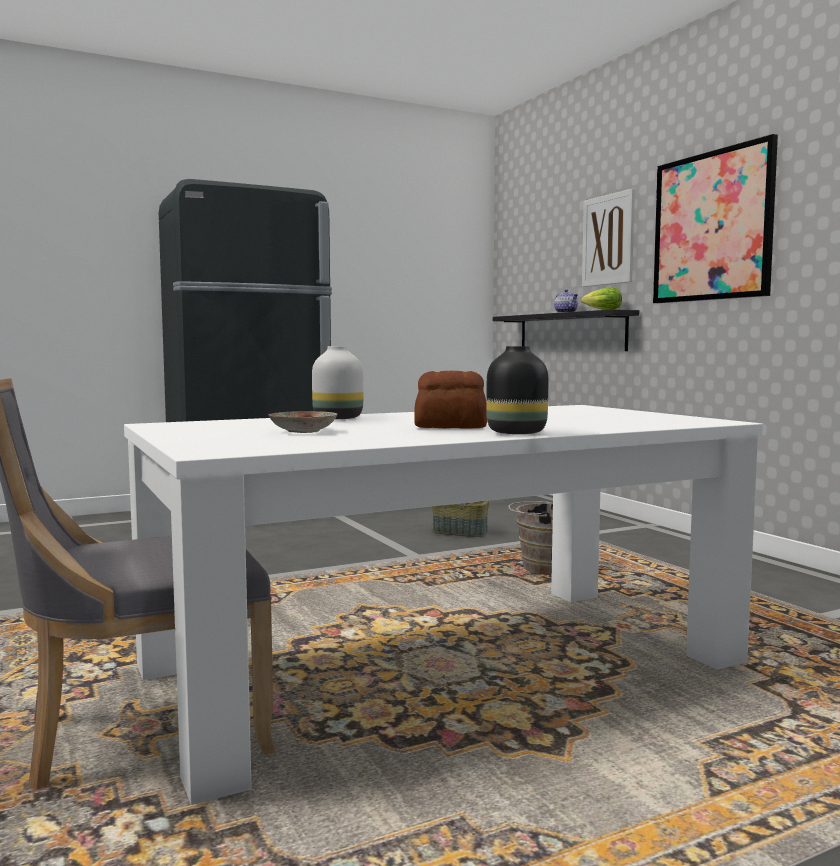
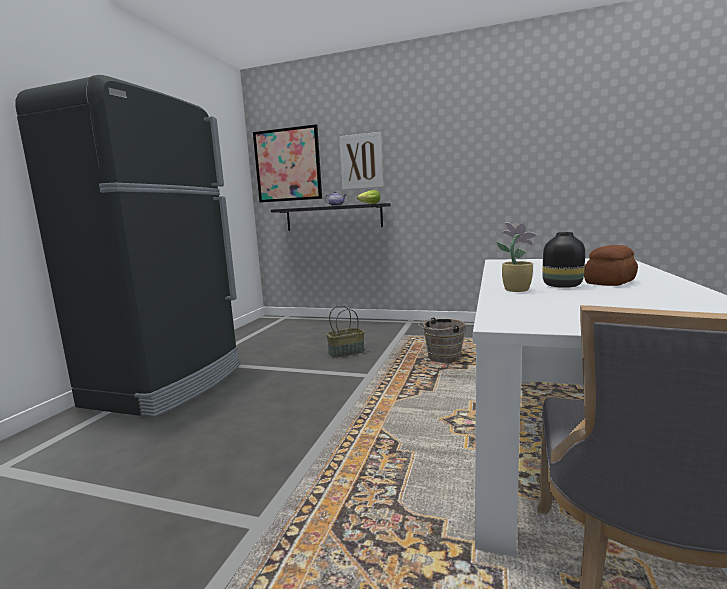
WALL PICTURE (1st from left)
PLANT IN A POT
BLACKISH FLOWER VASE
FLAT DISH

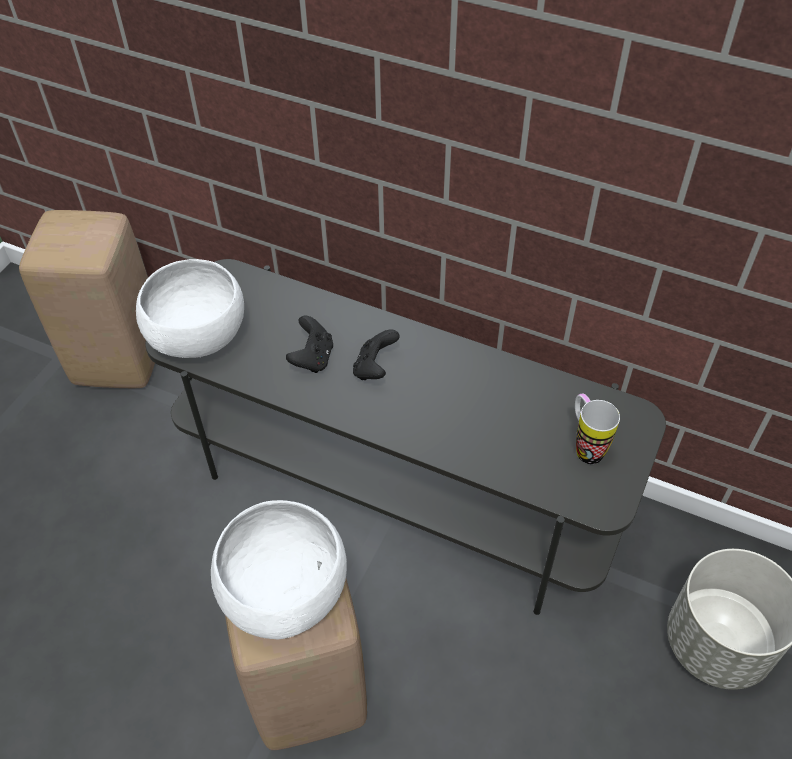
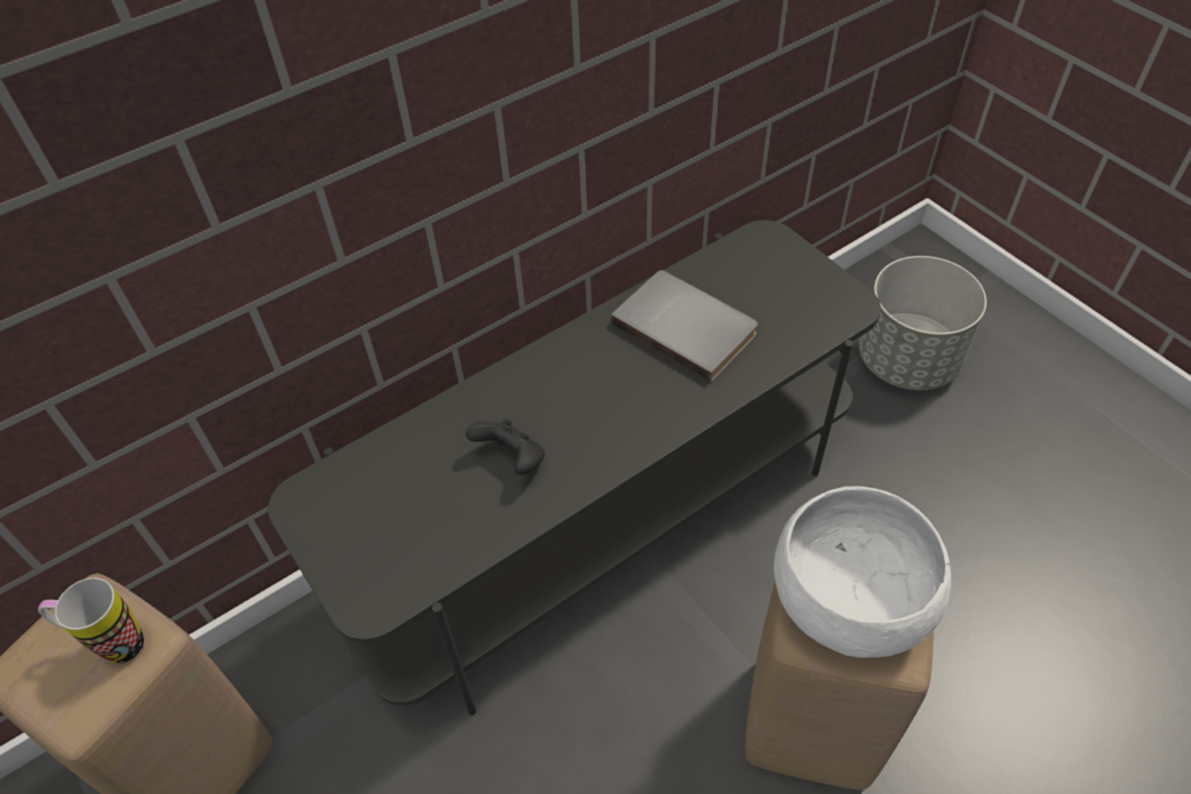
WHITISH SERVING BOWL (1st from left in the first image)
BLACKISH JOYPAD (2nd from left in the first image)
MUG
GREYISH VOLUME

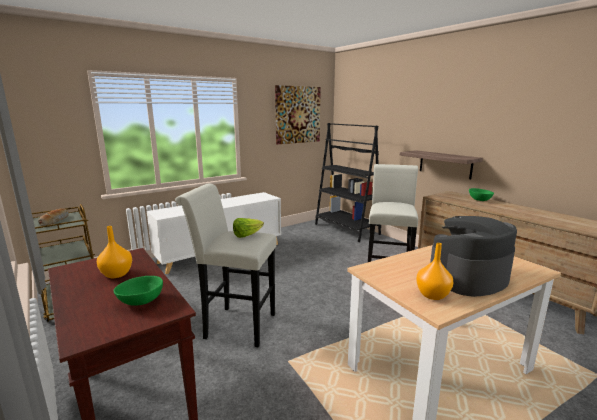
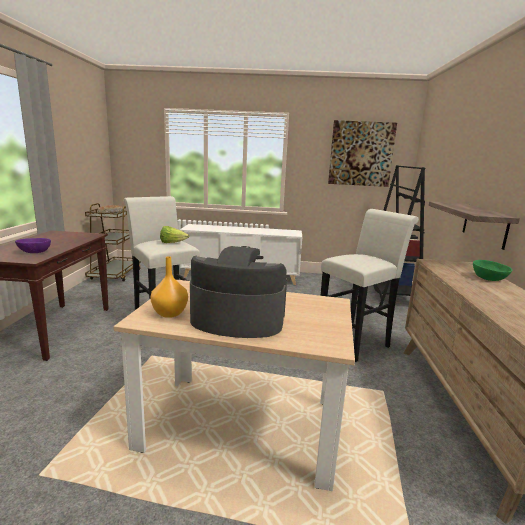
ORANGE FLOWER VASE (1st from left in the first image)
PURPLE-COLOURED SERVING BOWL

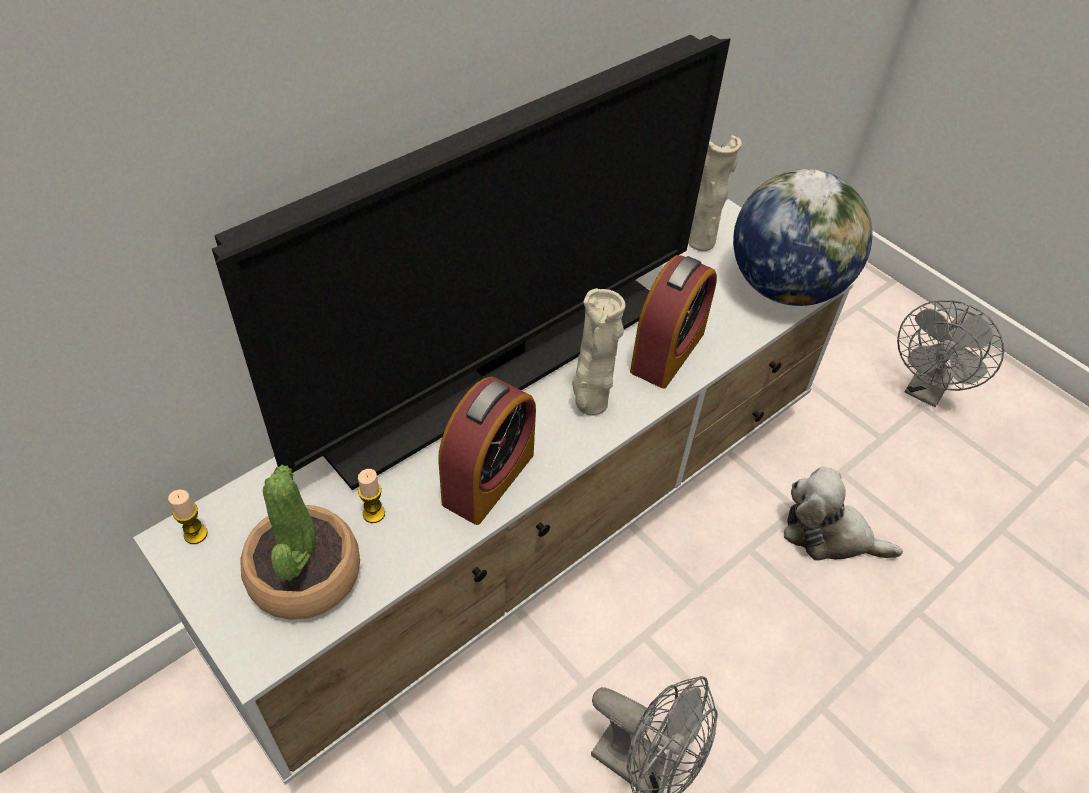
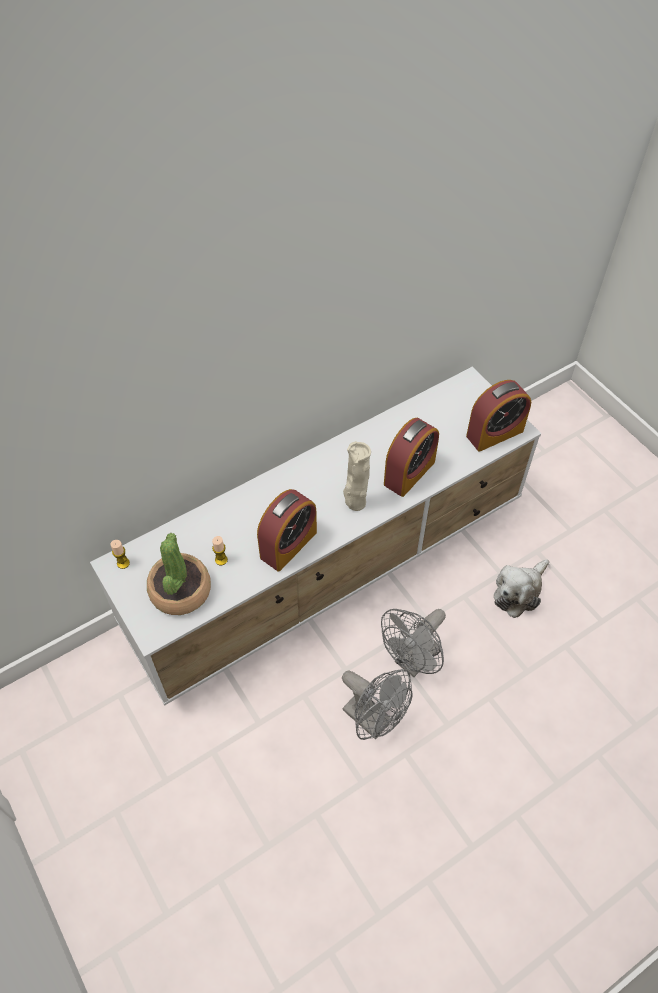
TELEVISION
BEIGE FLOWER VASE (2nd from left in the first image)
ALARM CLOCK (3rd from left)
GREYISH ELECTRIC FAN (2nd from left)
CUDDLY TOY

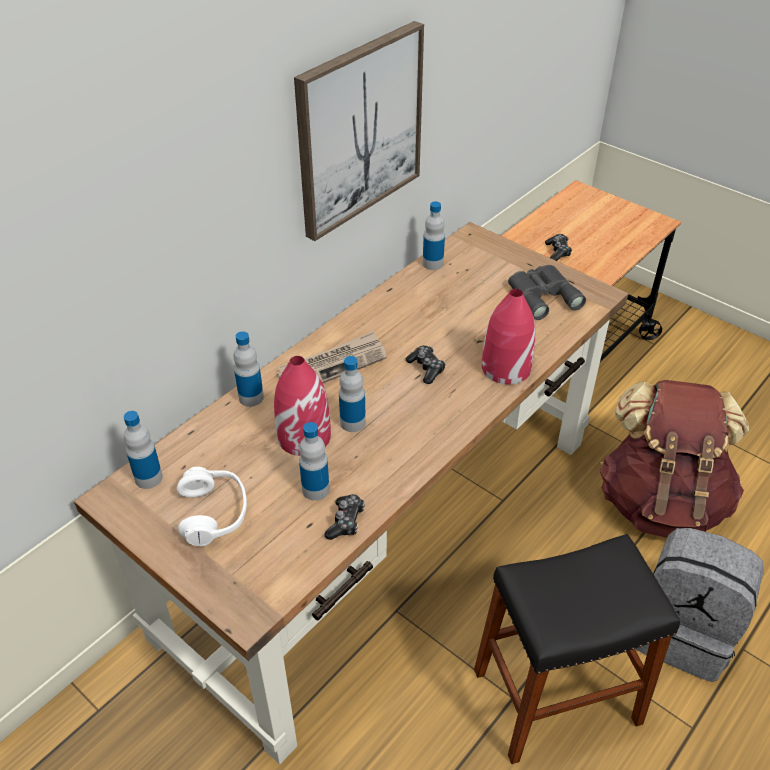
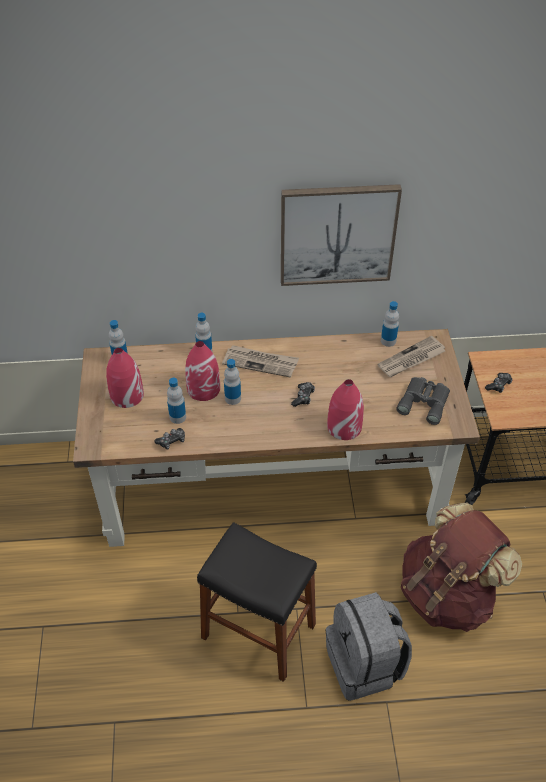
REDDISH FLOWER VASE (1st from left)
PRINTED PAPER (2nd from left)

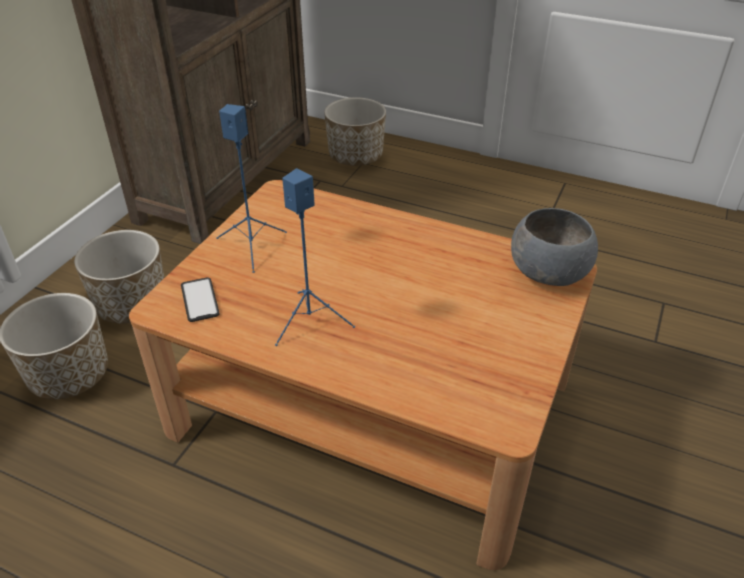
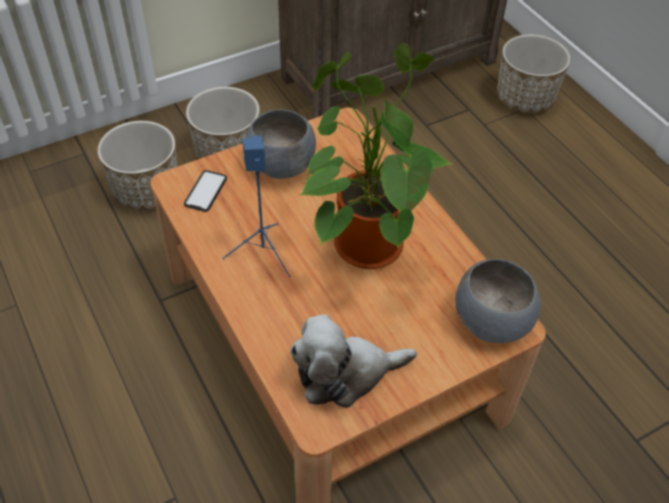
GREYISH SERVING BOWL (1st from left)
PLANT IN A POT
CUDDLY TOY

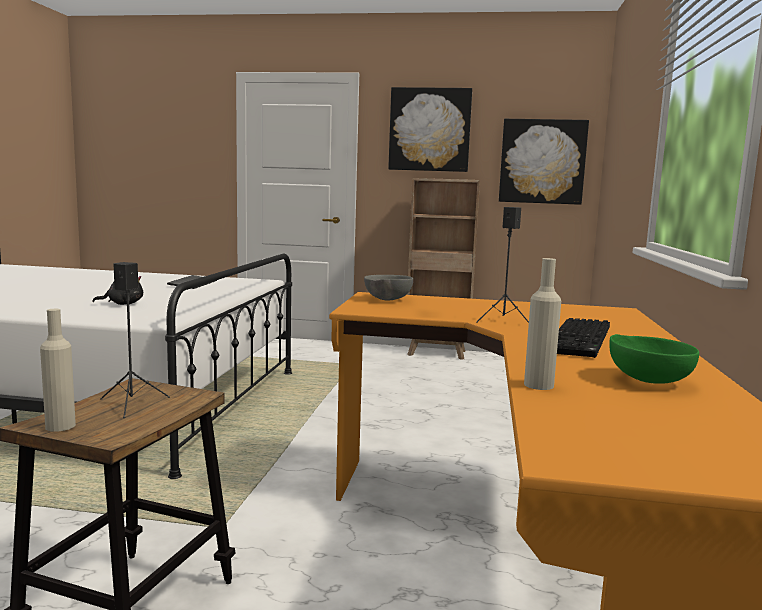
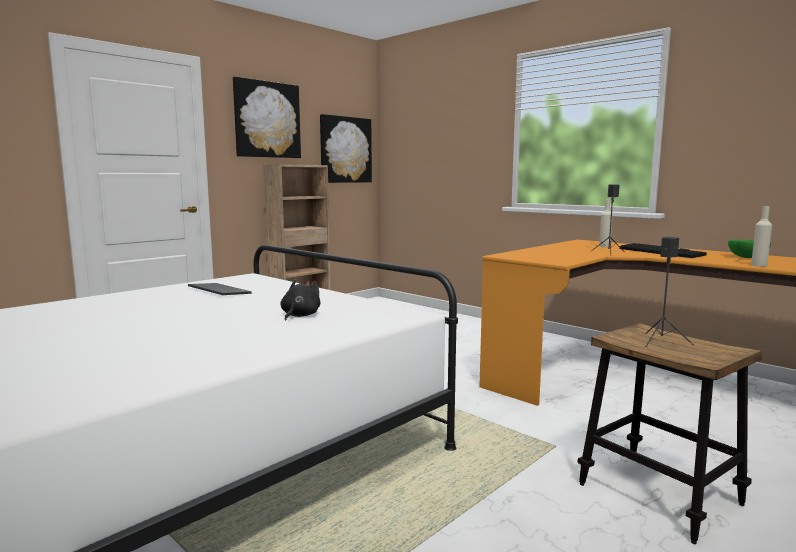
GREYISH SERVING BOWL
BEIGE BEVERAGE BOTTLE (1st from left)

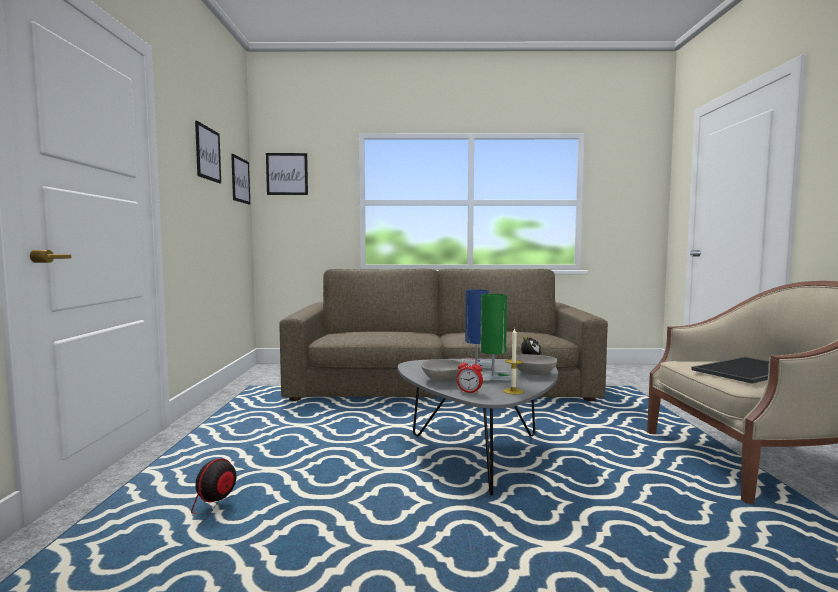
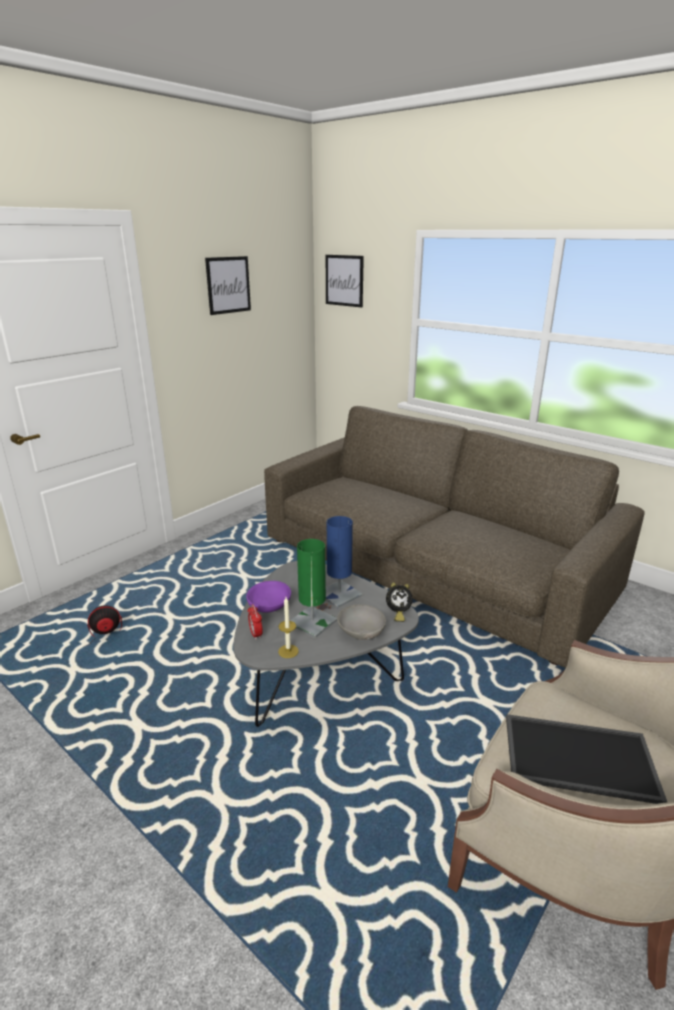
WALL PICTURE (2nd from left in the first image)
PURPLE-COLOURED SERVING BOWL

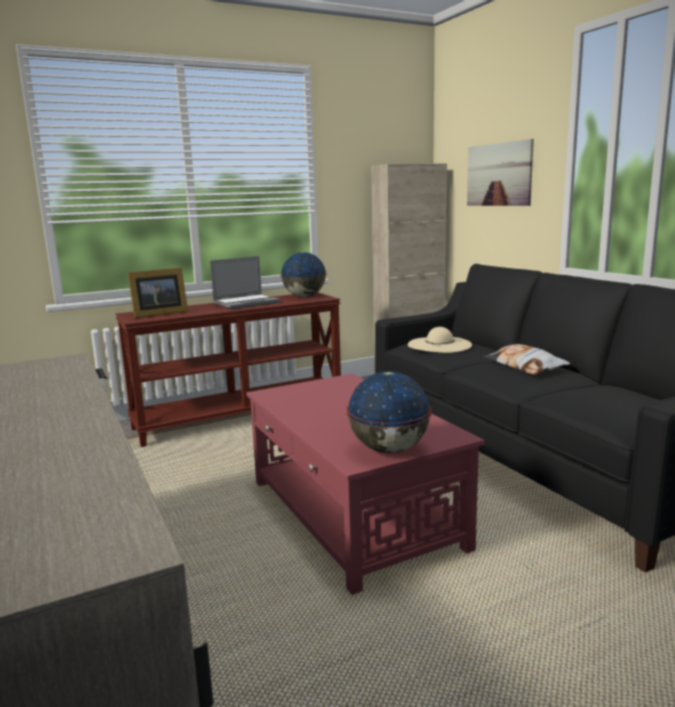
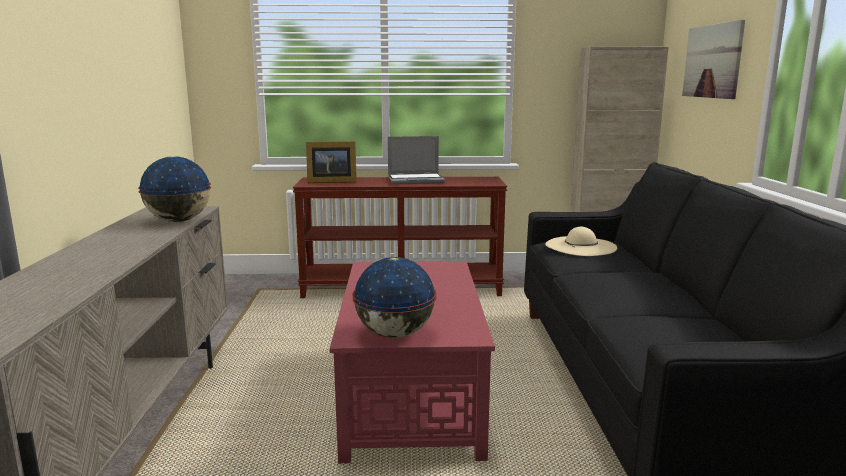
DESK GLOBE (1st from left)
CUSHION

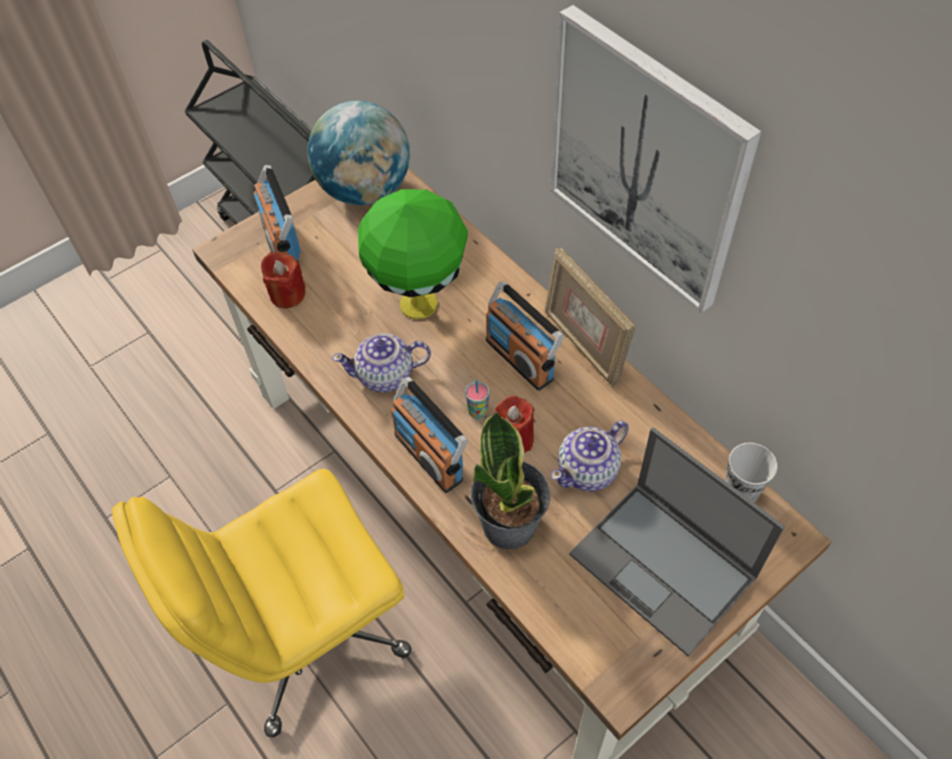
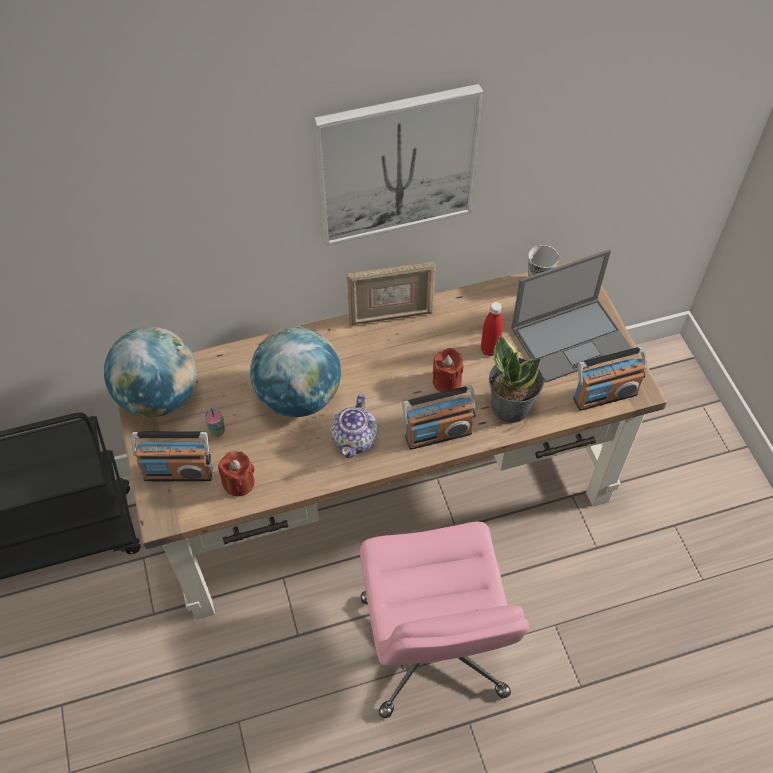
DESK GLOBE (2nd from left)
RADIO (3rd from left)
SMALL CUP (1st from left)
REDDISH BEVERAGE BOTTLE
PINK DESK CHAIR

